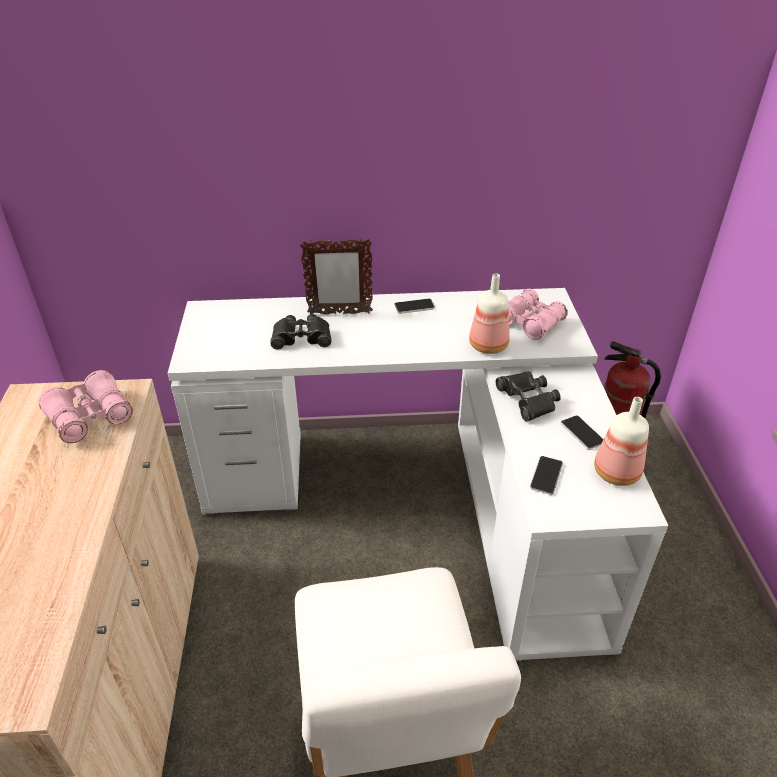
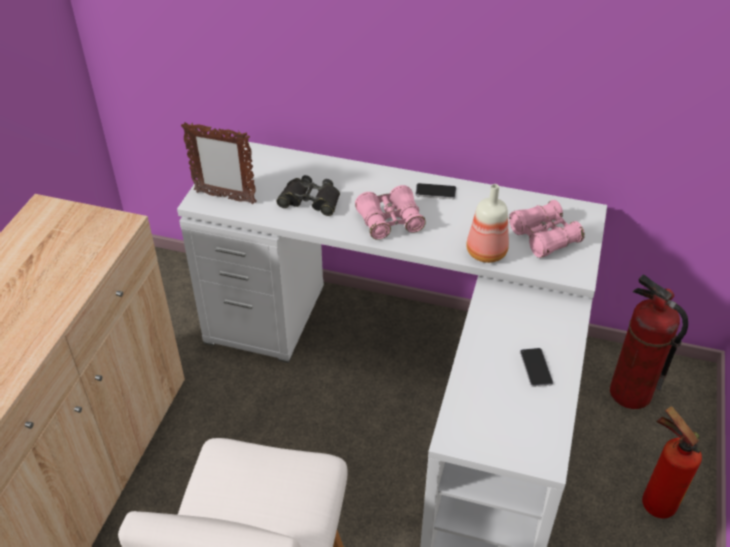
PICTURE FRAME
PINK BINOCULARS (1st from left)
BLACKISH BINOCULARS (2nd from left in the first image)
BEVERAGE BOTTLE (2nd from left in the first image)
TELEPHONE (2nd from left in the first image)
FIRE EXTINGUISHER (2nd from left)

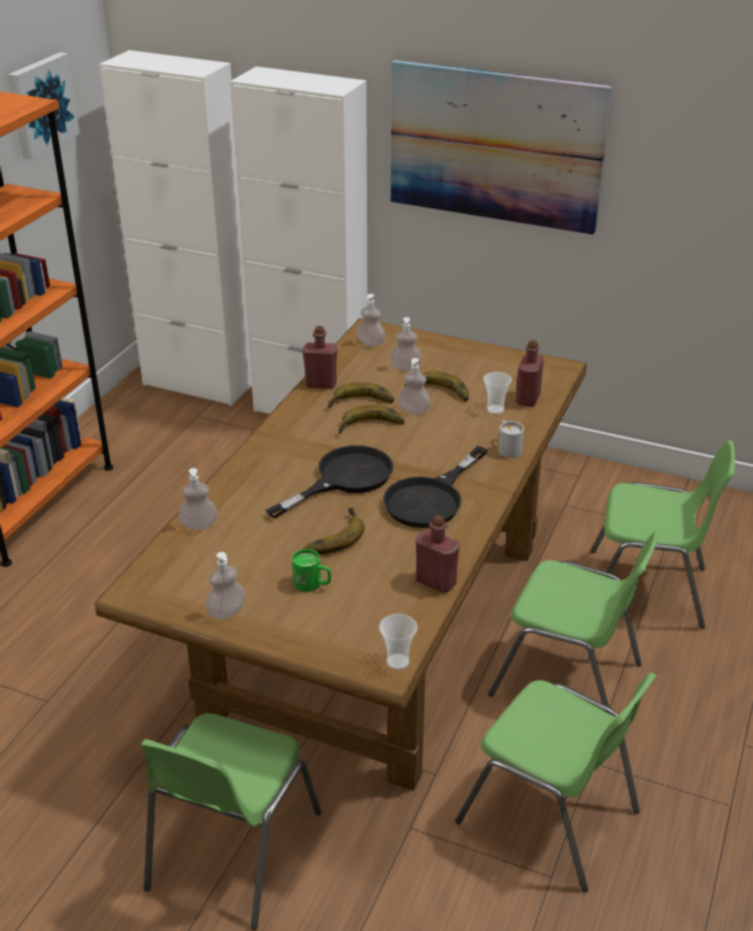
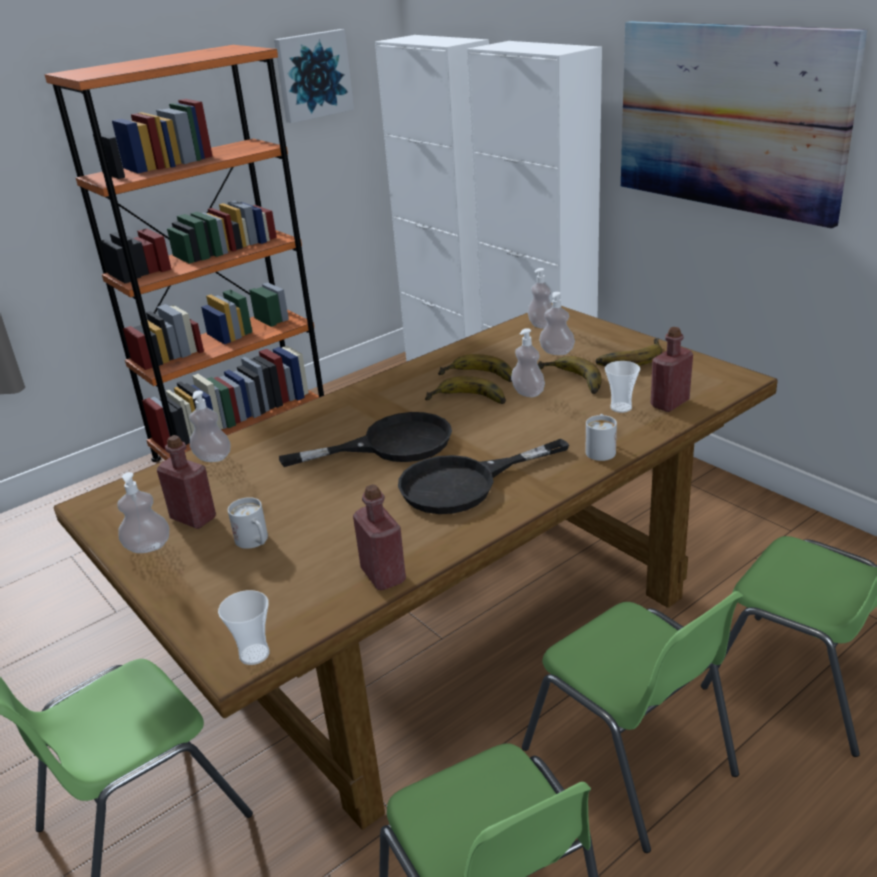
REDDISH BEVERAGE BOTTLE (1st from left)
WHOLE BANANA (4th from left)
WHITISH MUG (1st from left)

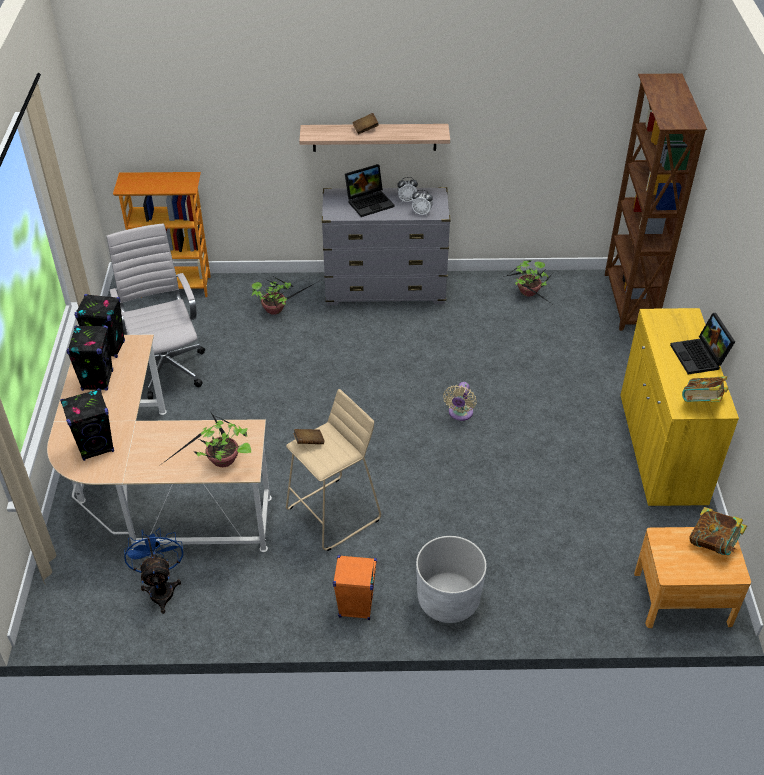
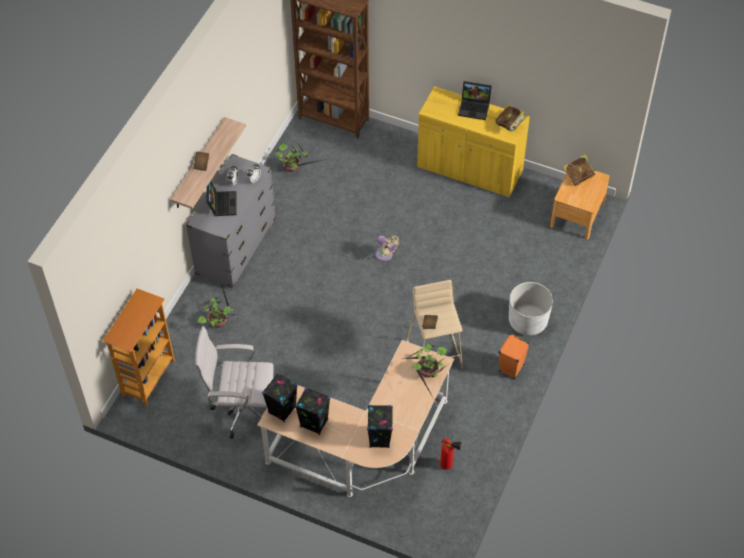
FIRE EXTINGUISHER

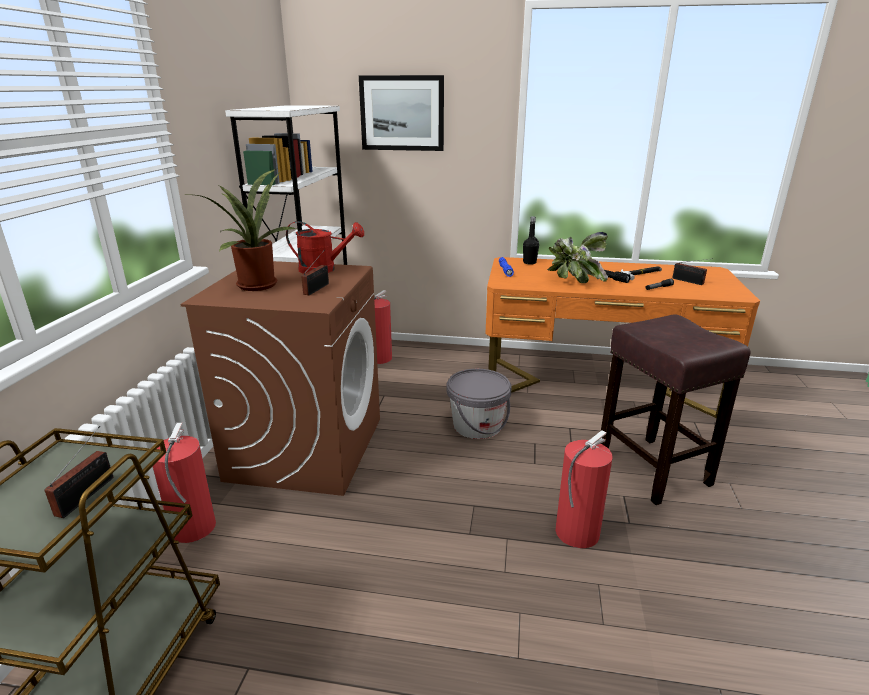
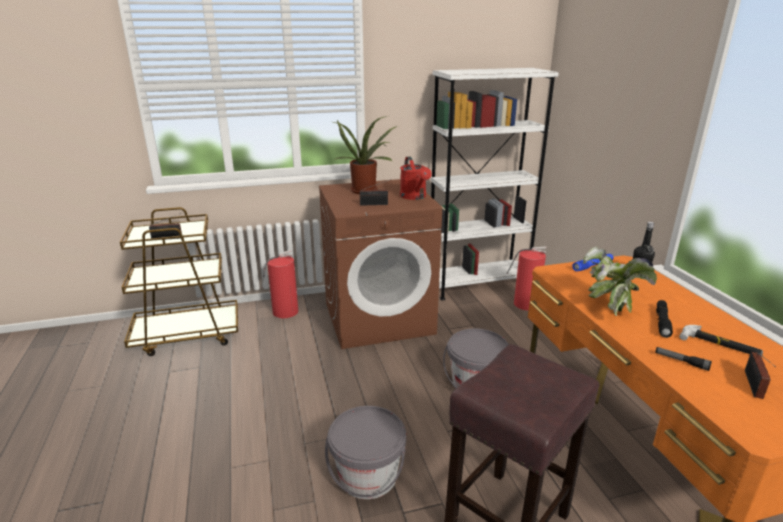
WALL PICTURE
GREYISH PAIL (1st from left)

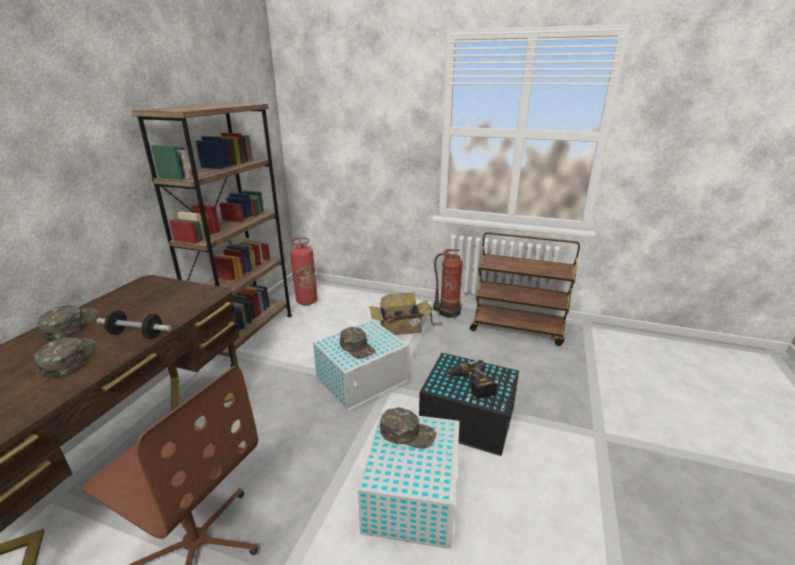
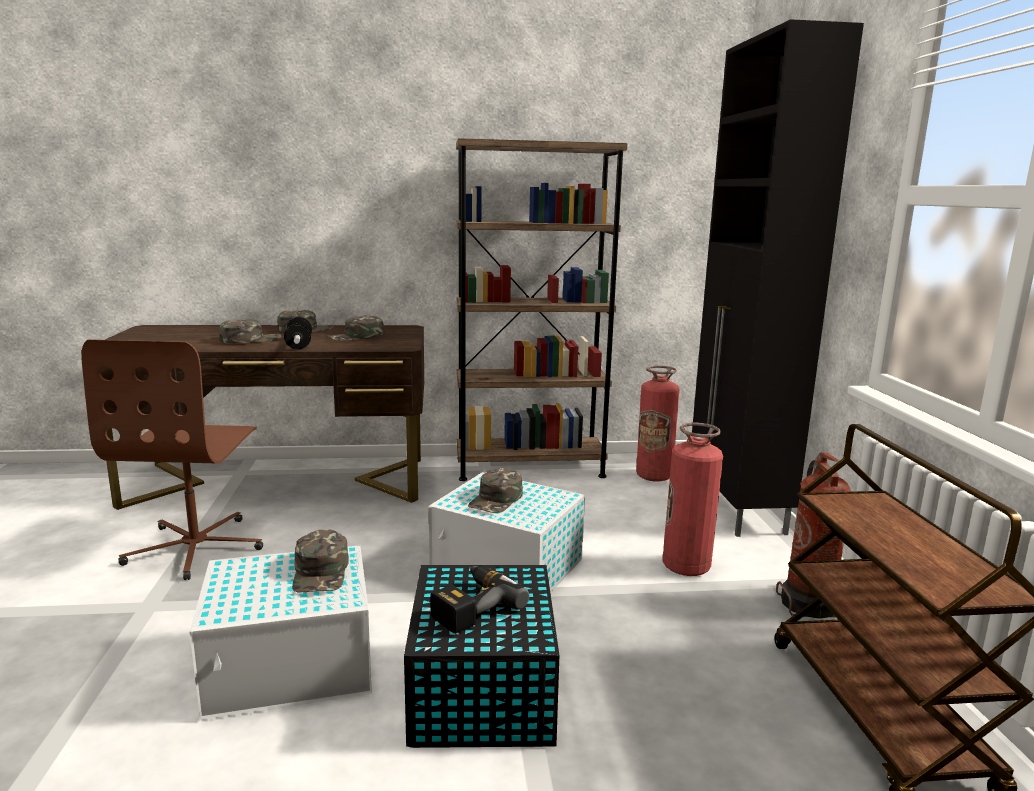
FIRE EXTINGUISHER (2nd from left)
BLACKISH CABINET
GREEN-COLOURED BASEBALL CAP (4th from left)

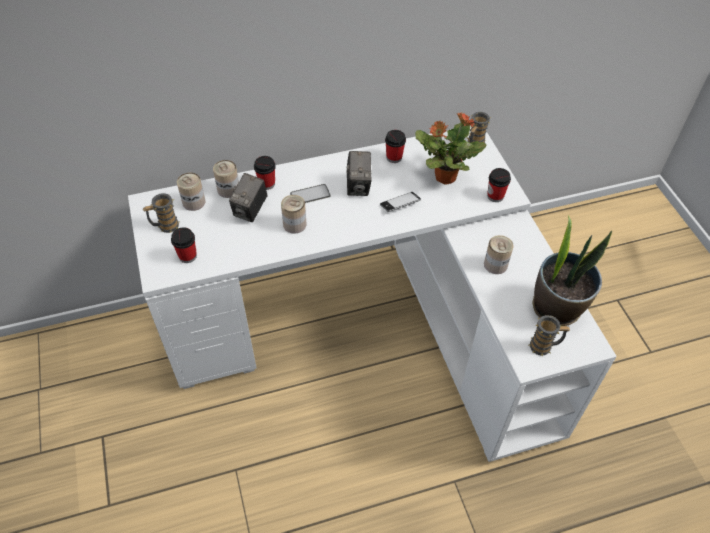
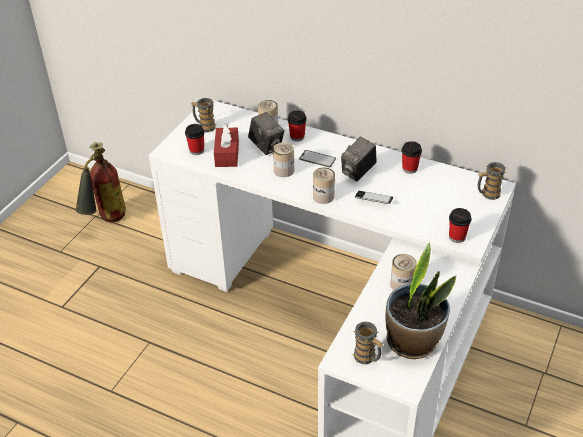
PLANT IN A POT (1st from left in the first image)
METAL CAN (3rd from left)
STILL CAMERA (1st from left)
REDDISH TISSUE BOX
FIRE EXTINGUISHER

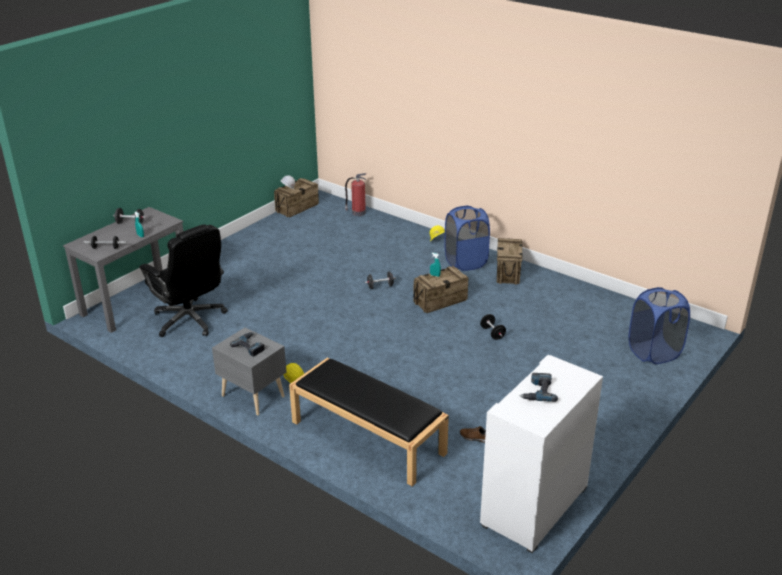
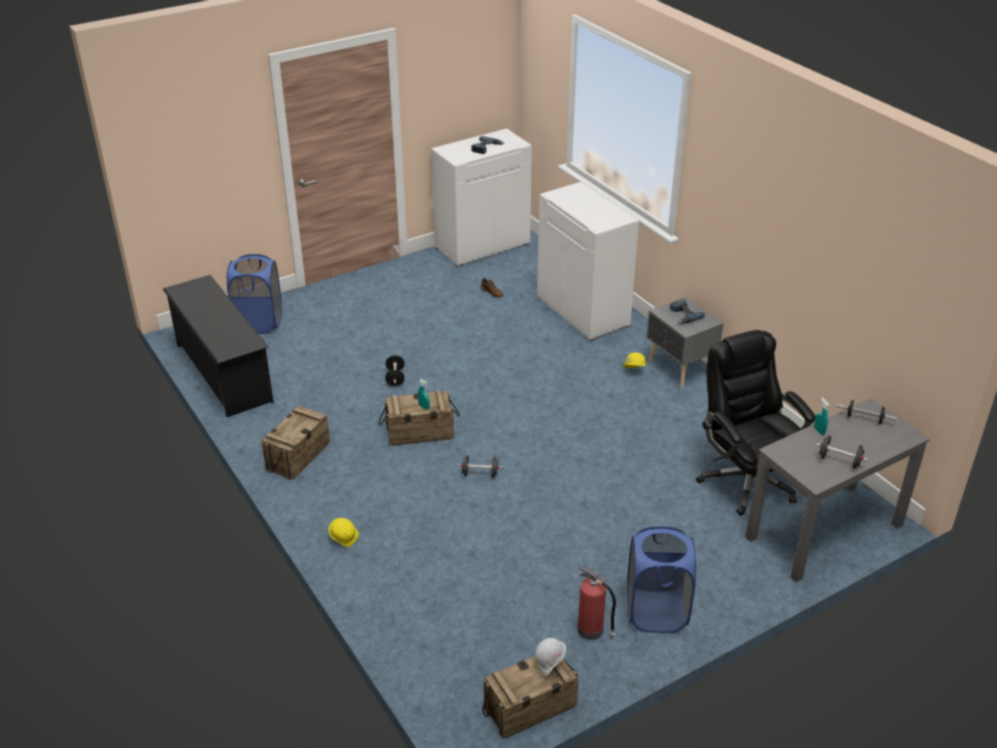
FIRE EXTINGUISHER
BLUE WASHING BASKET (2nd from left)
WHITISH CABINET (2nd from left)
BLACKISH SHOE STAND

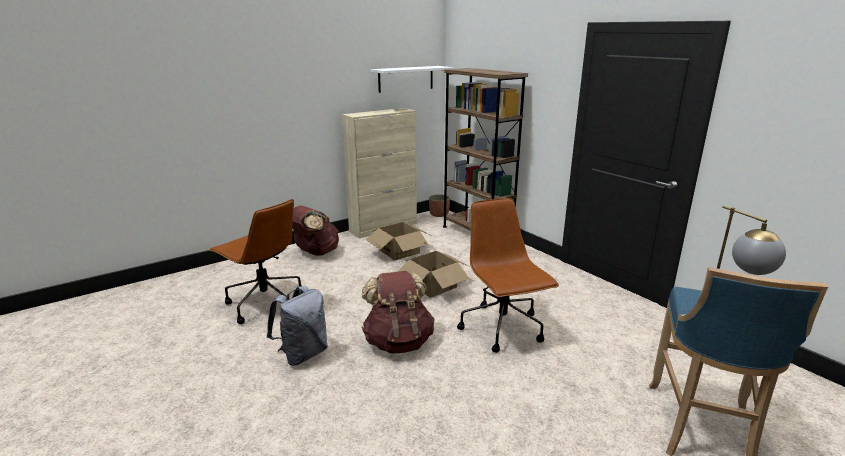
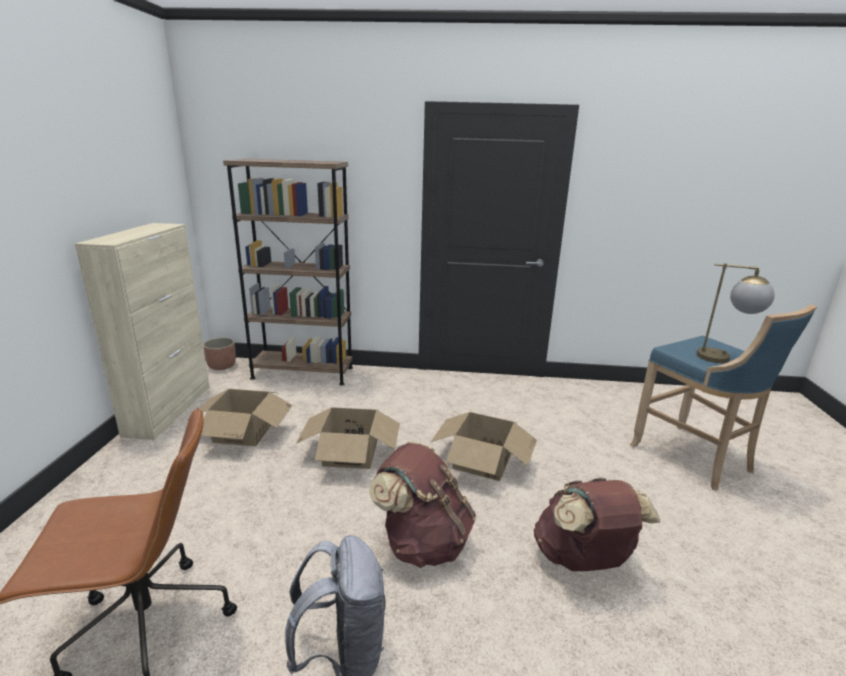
WHITISH SHELF
CARTON (3rd from left)
BROWNISH BACKPACK (2nd from left)

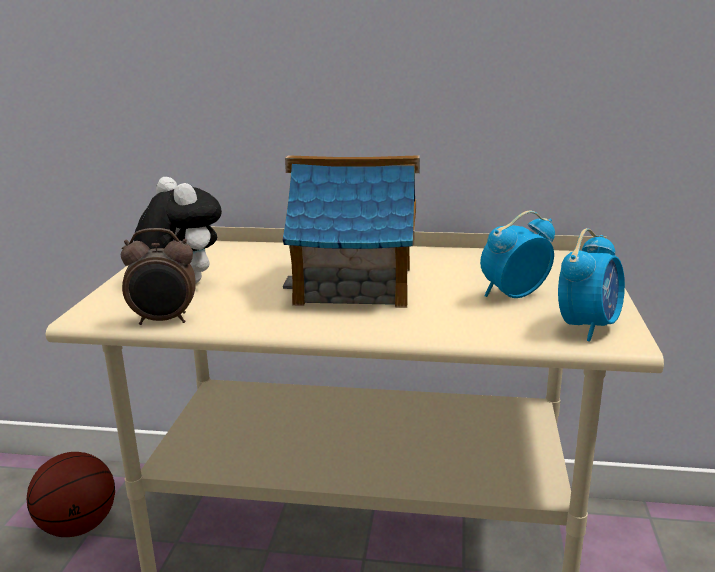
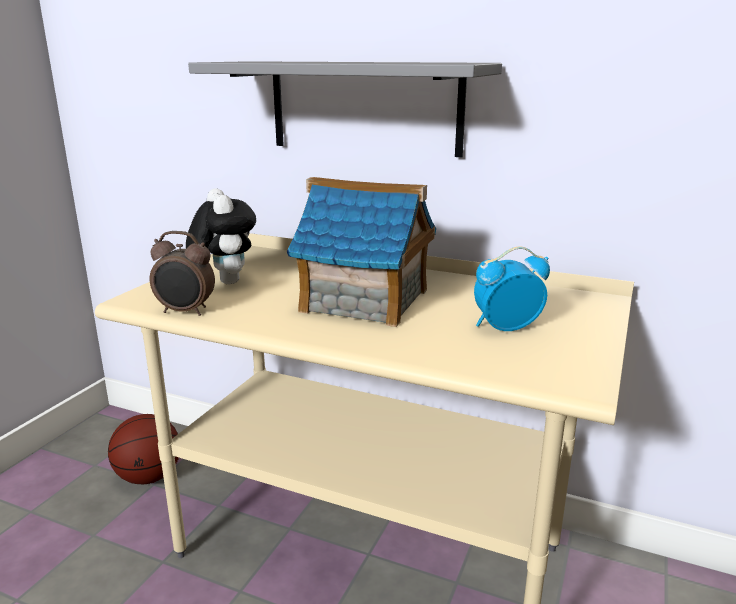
ALARM CLOCK (3rd from left in the first image)
GREYISH SHELF

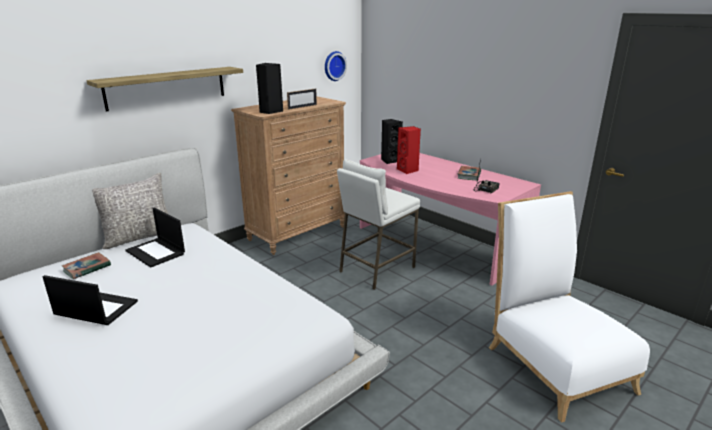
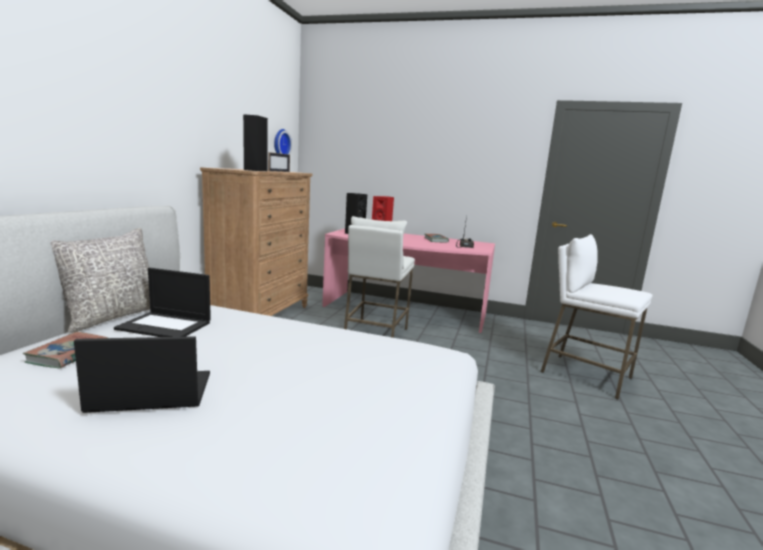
SHELF
WHITISH SITTING STOOL (2nd from left)

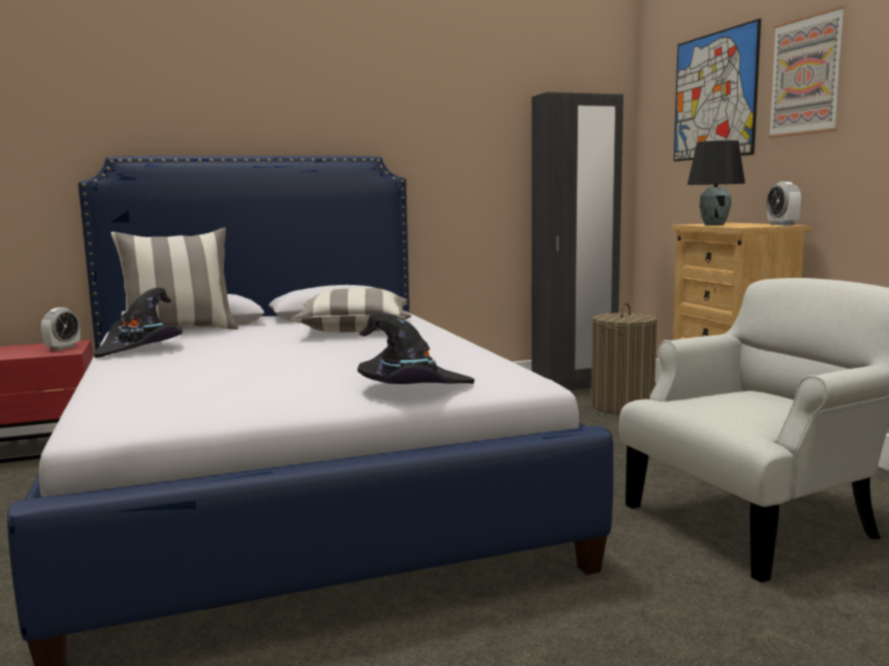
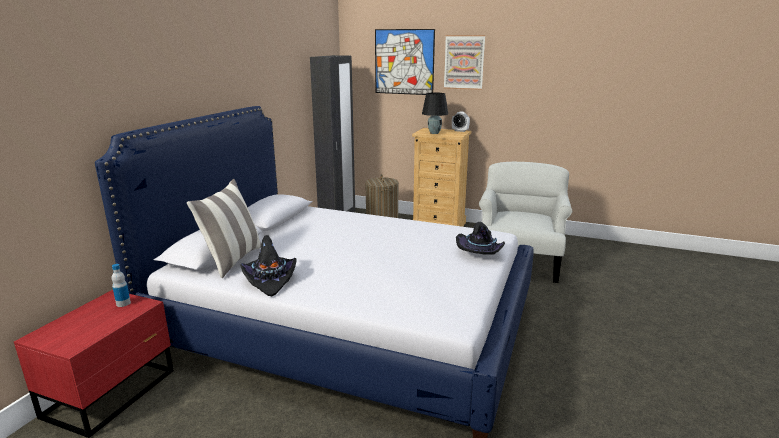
CUSHION (2nd from left in the first image)
BEVERAGE BOTTLE

